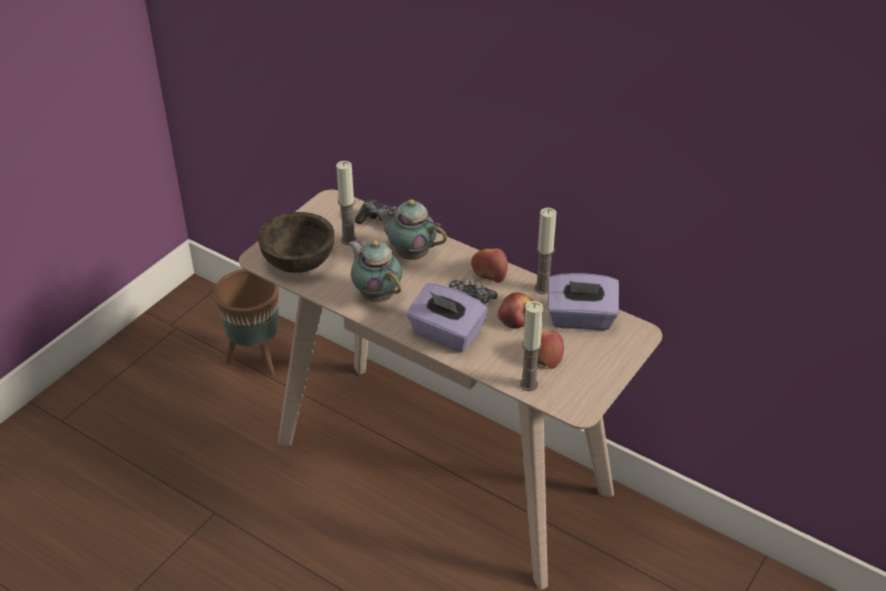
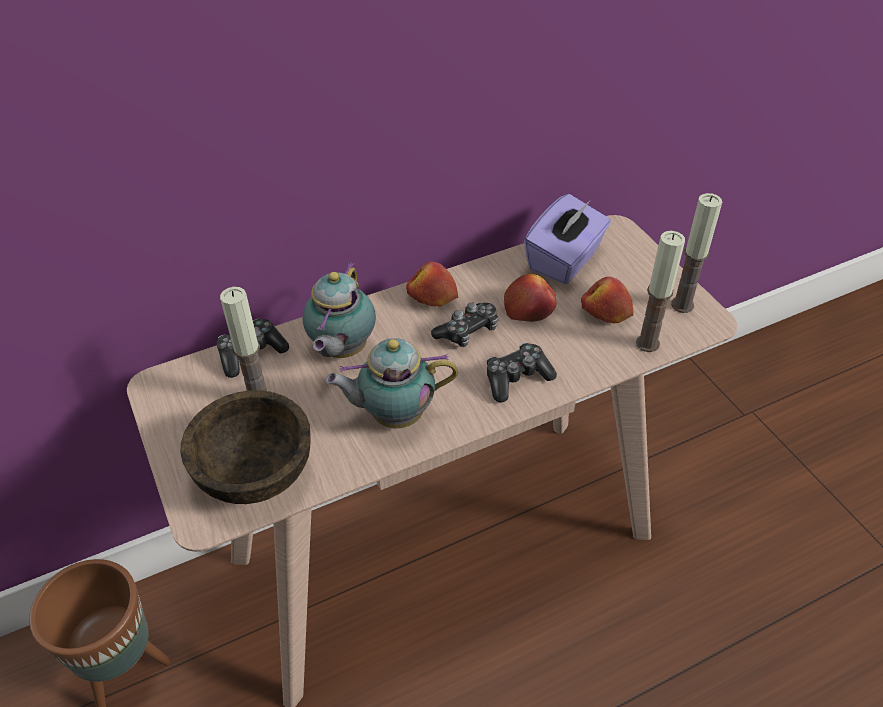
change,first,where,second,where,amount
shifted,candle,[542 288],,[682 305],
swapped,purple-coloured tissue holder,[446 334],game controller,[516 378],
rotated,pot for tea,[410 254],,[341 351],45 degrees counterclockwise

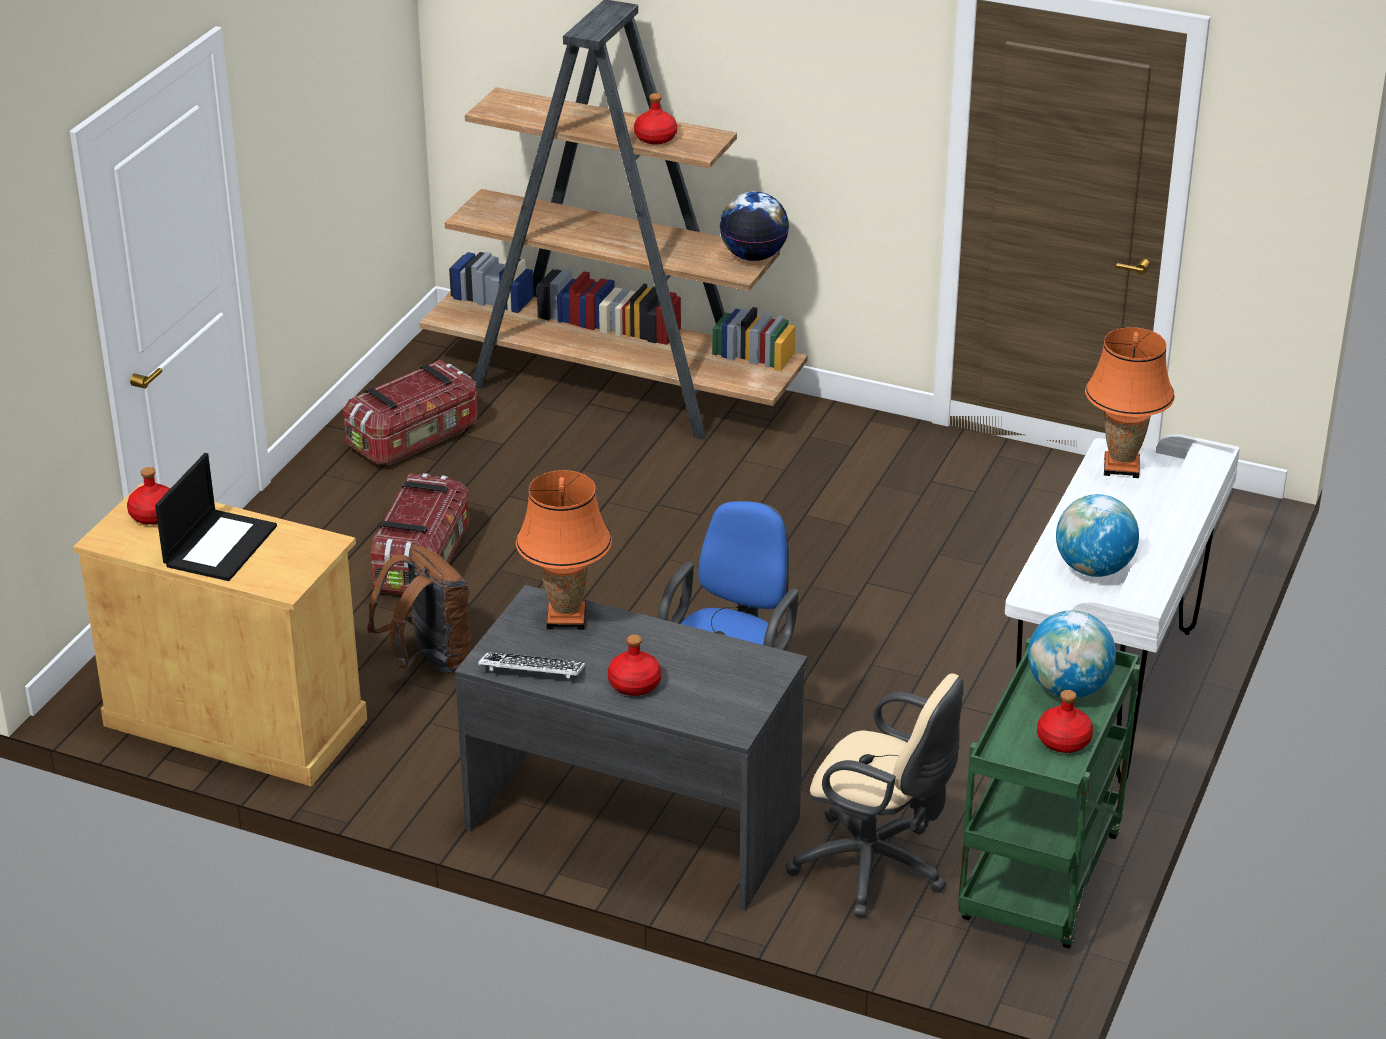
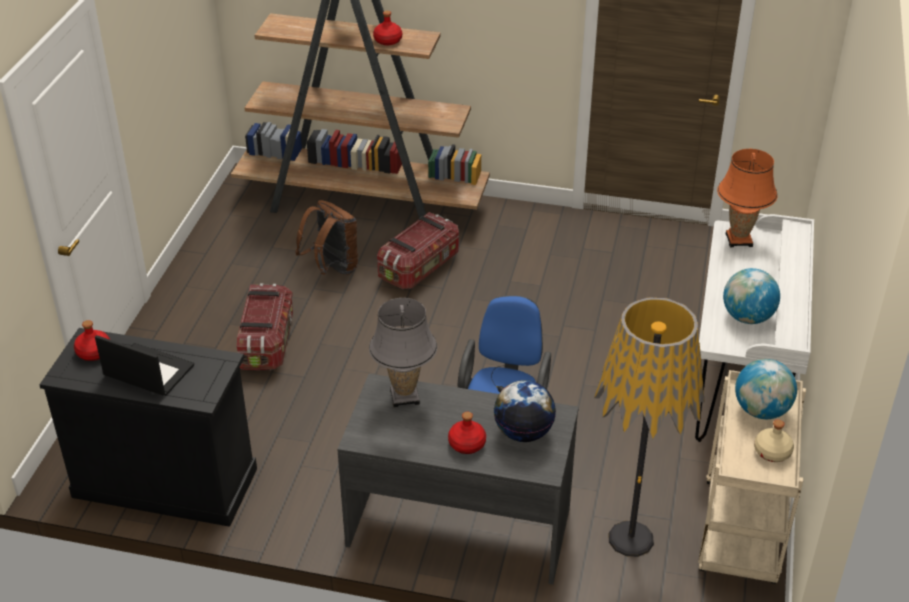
change,first,where,second,where,amount
gone,PC keyboard,[531 671],,,
shifted,storage container,[415 439],,[420 267],
shifted,brown backpack,[428 661],,[332 268],
shifted,globe,[754 256],,[523 432],
swapped,beige-coloured desk chair,[876 868],standard lamp,[631 539],
repainted,beige-coloured storage cabinet,[236 722],black-coloured storage cabinet,[165 482],
repainted,orangey lamp for a table,[566 618],gray lamp for a table,[404 397],
repainted,green cart,[1041 882],beige-coloured cart,[741 534],
repainted,red beverage bottle,[1063 741],beige-coloured beverage bottle,[772 452],
rotated,laptop,[220 545],,[147 371],75 degrees counterclockwise

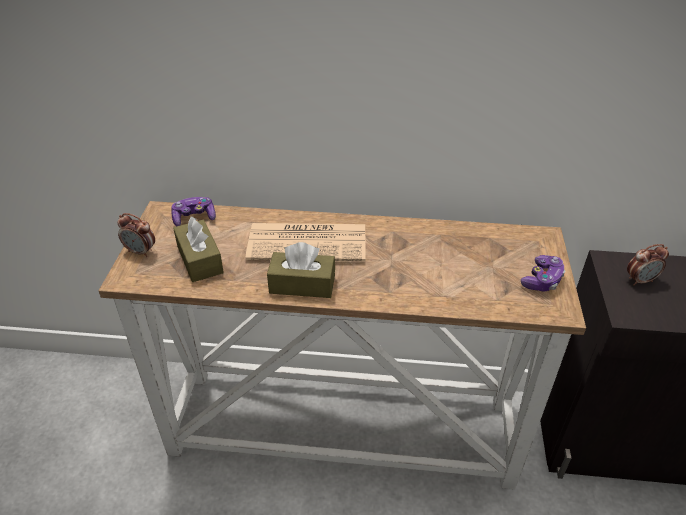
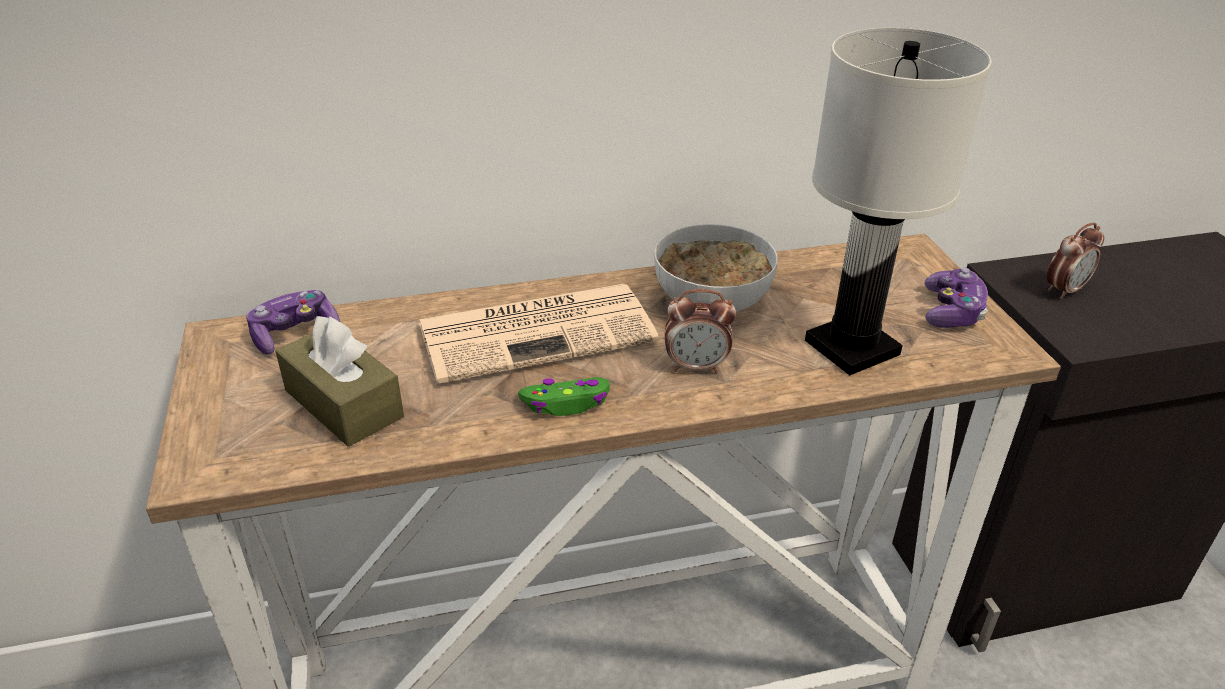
change,first,where,second,where,amount
new,,,deep dish,[713 301],
new,,,whitish lamp for a table,[853 348],
shifted,table clock,[141 251],,[696 367],
swapped,brown tissue holder,[302 284],green game controller,[566 403],

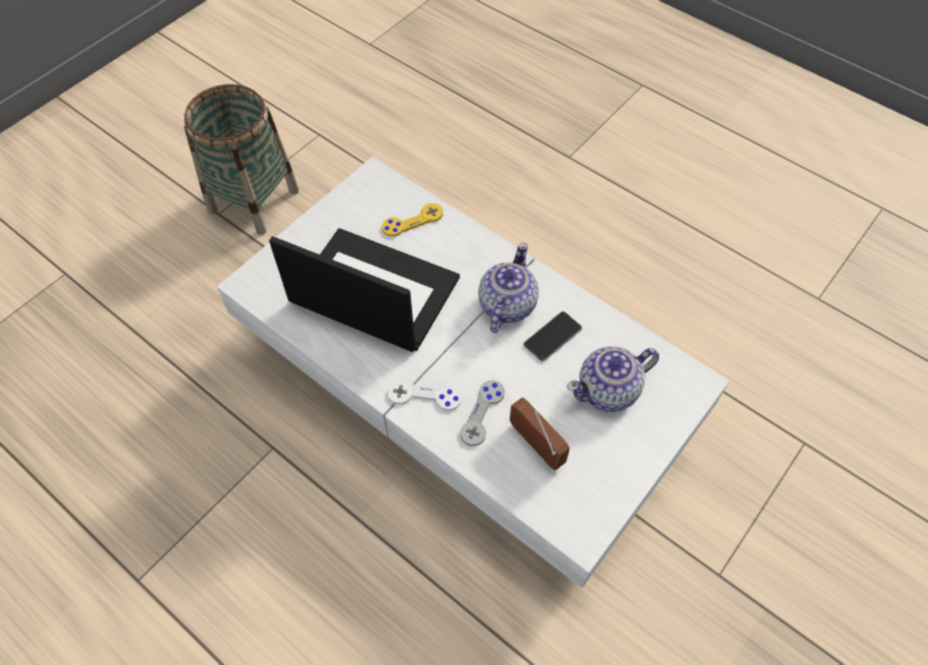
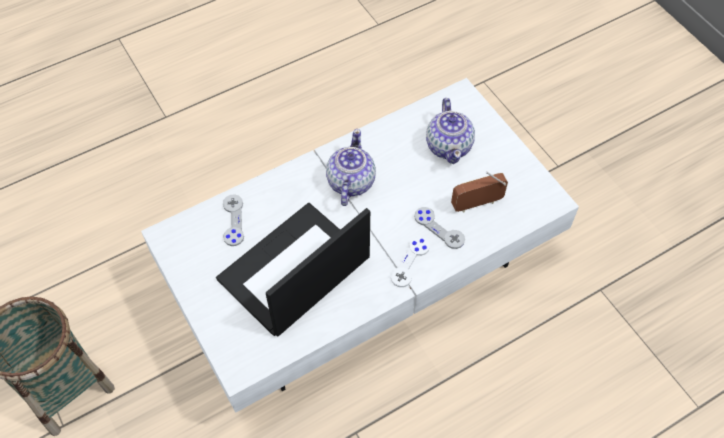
change,first,where,second,where,amount
gone,handset,[552 337],,,
repainted,yellow-coloured game controller,[412 221],gray game controller,[233 221],
rotated,pot for tea,[506 305],,[350 182],60 degrees clockwise

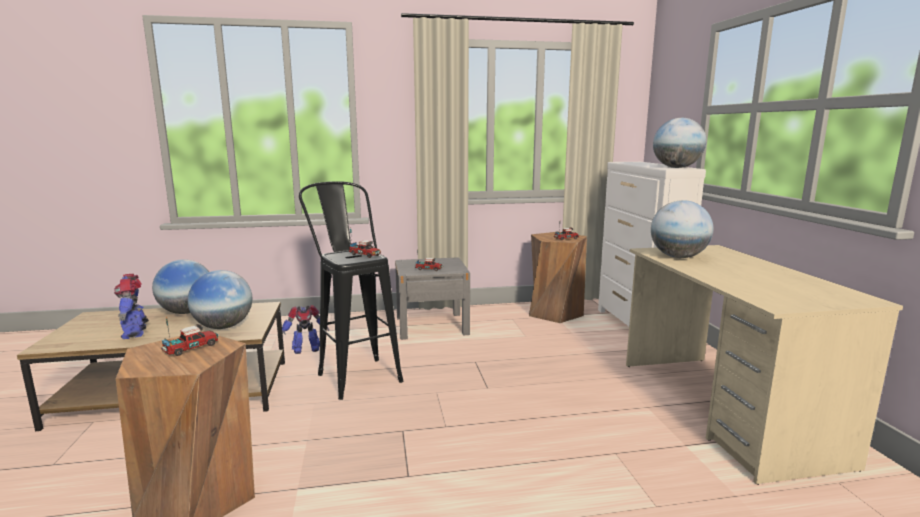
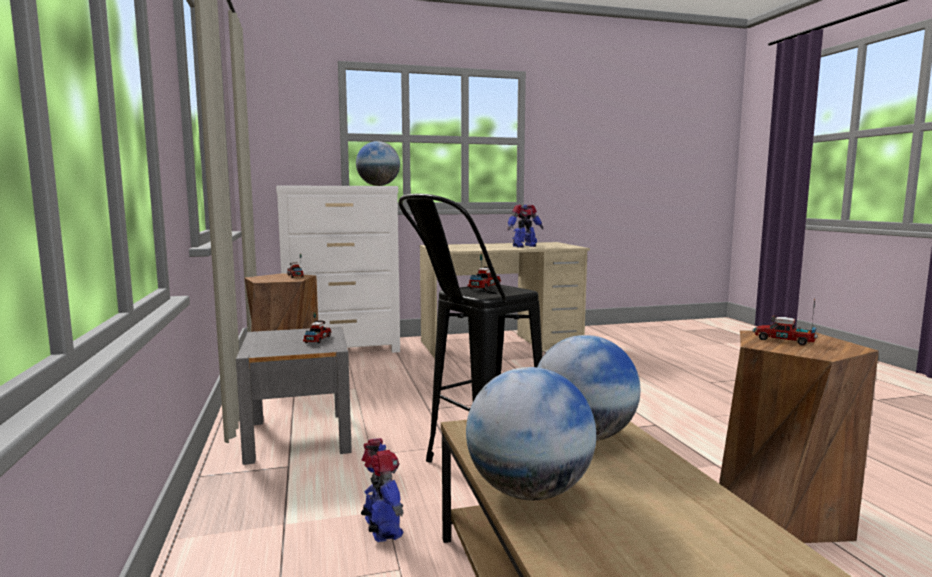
change,first,where,second,where,amount
gone,globe,[678 257],,,
shifted,model robot,[135 332],,[523 246],

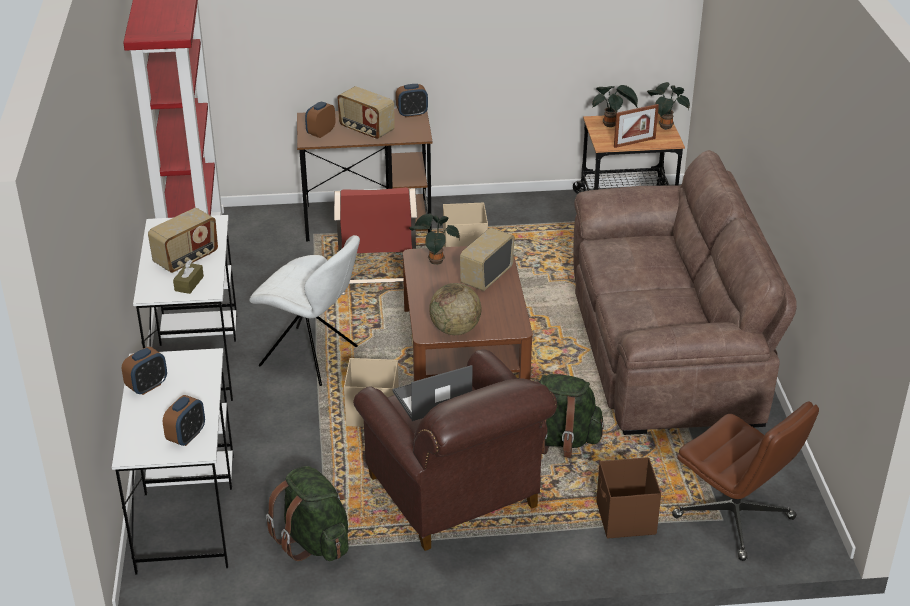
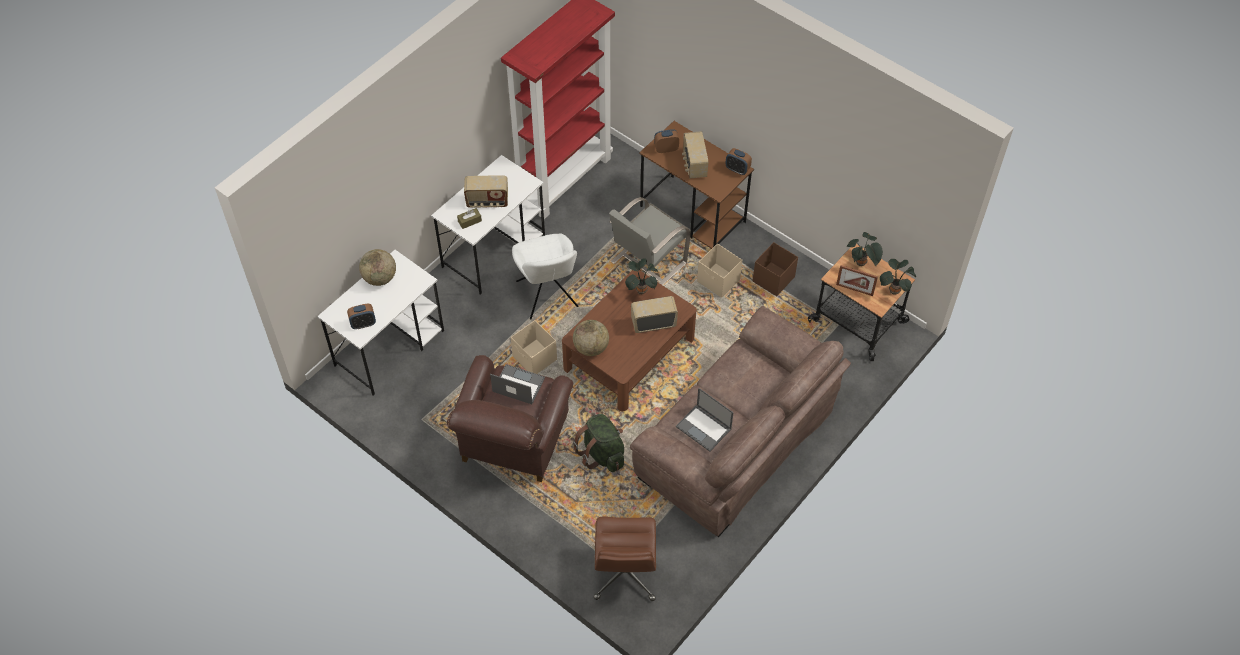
change,first,where,second,where,amount
gone,green backpack,[314 541],,,
new,,,laptop,[704 428],
shifted,brown storage container,[625 519],,[773 279],
swapped,table clock,[147 386],globe,[380 278],
repainted,red upright chair,[377 276],gray upright chair,[647 263],

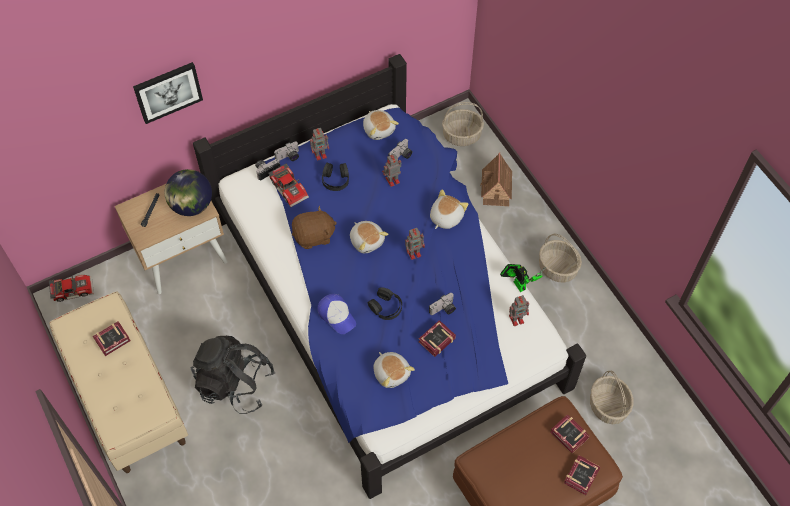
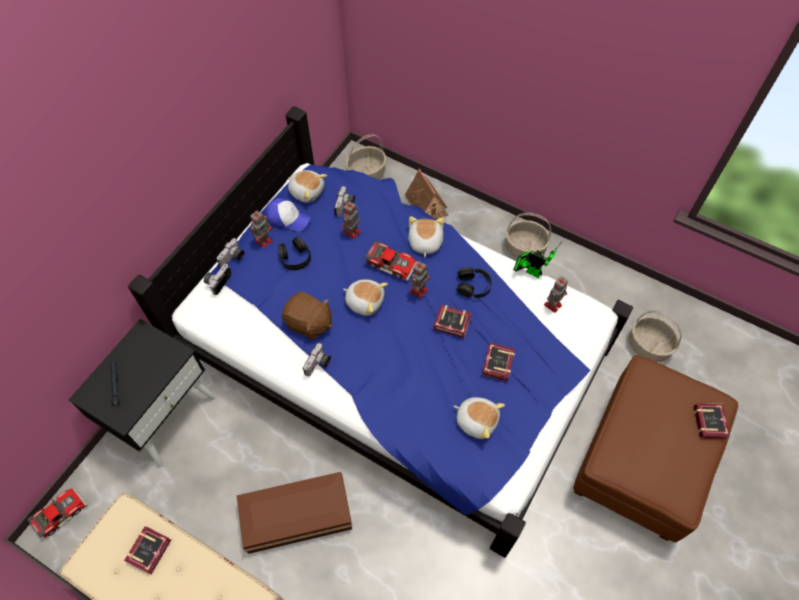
change,first,where,second,where,amount
gone,wall art,[168 91],,,
gone,globe,[191 205],,,
shifted,miniature car,[290 188],,[392 263],
shifted,cap,[337 315],,[287 218],
shifted,black-coloured headphones,[386 307],,[473 285],
shifted,still camera,[443 310],,[318 364],
shifted,volume,[569 436],,[453 324],
swapped,black-coloured backpack,[235 384],brown storage container,[298 517],
repainted,beige-coloured bedside table,[182 256],black-coloured bedside table,[164 415],
rotated,brown soft toy,[314 236],,[309 323],75 degrees clockwise

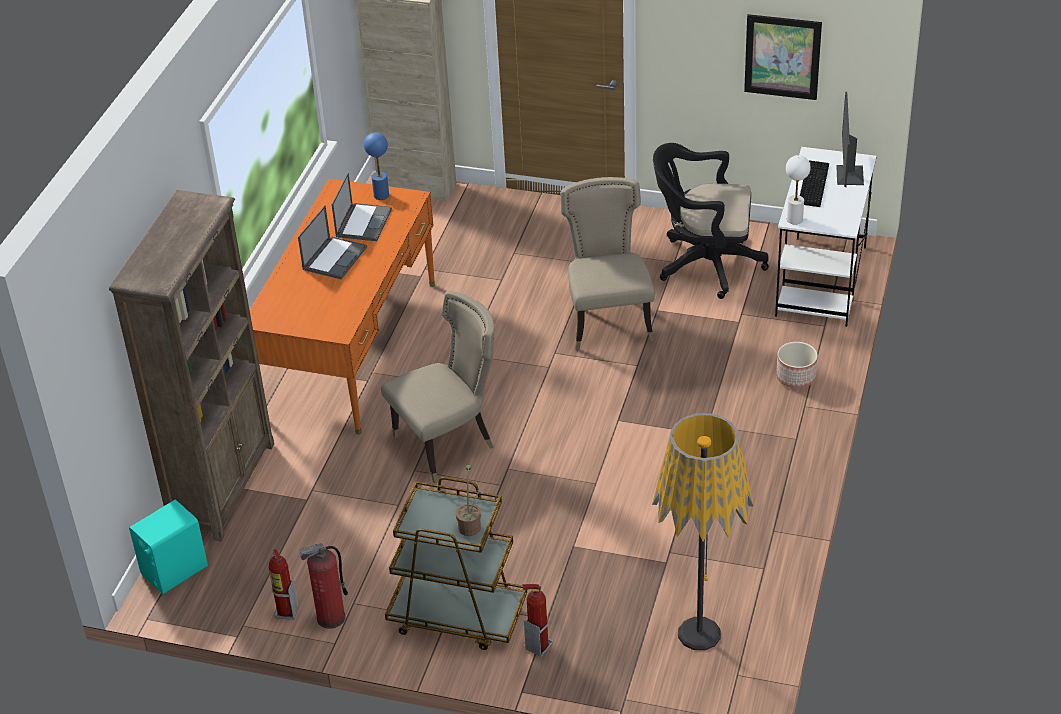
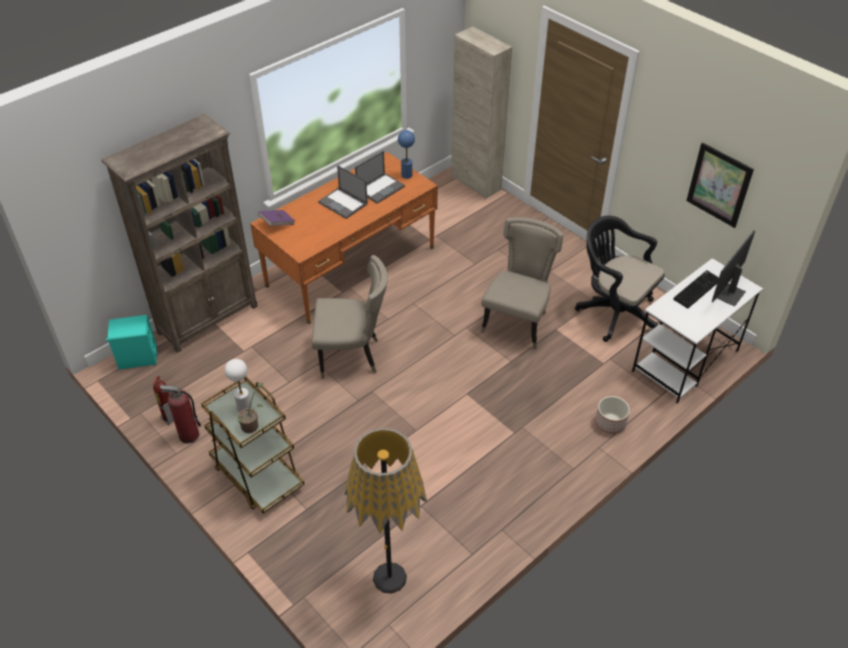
change,first,where,second,where,amount
gone,fire extinguisher,[538 646],,,
new,,,purple-coloured volume,[277 224],
shifted,whitish lamp for a table,[794 219],,[244 407],
rotated,laptop,[335 257],,[343 203],75 degrees clockwise

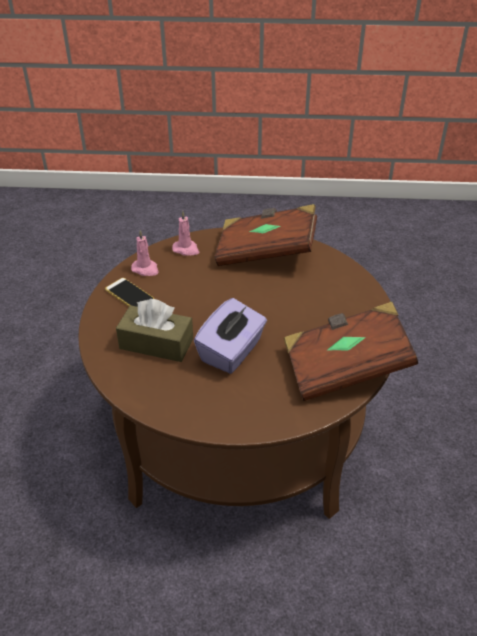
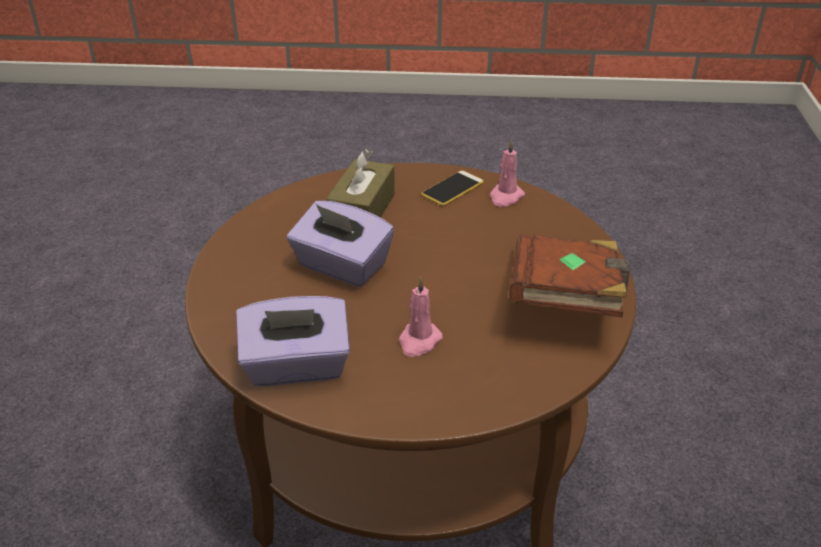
change,first,where,second,where,amount
shifted,pinkish candle,[186 249],,[419 341],
swapped,brown volume,[345 367],purple-coloured tissue holder,[296 367],

